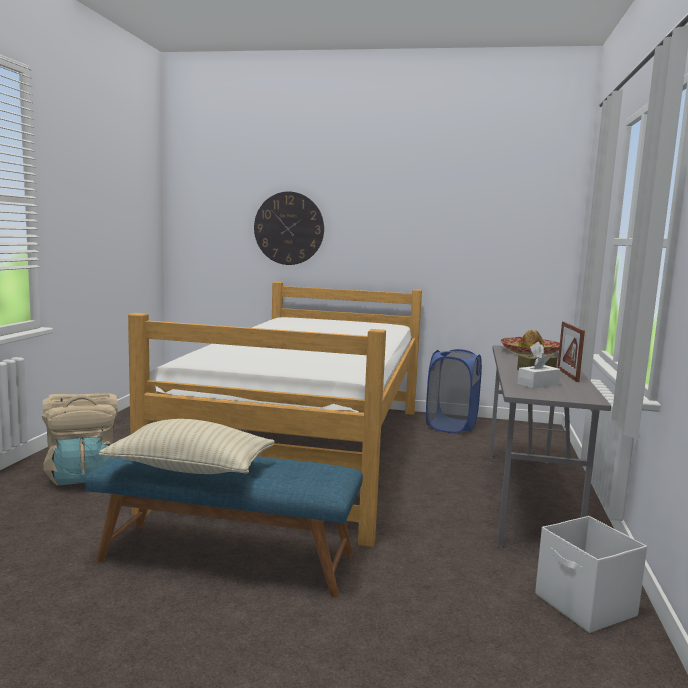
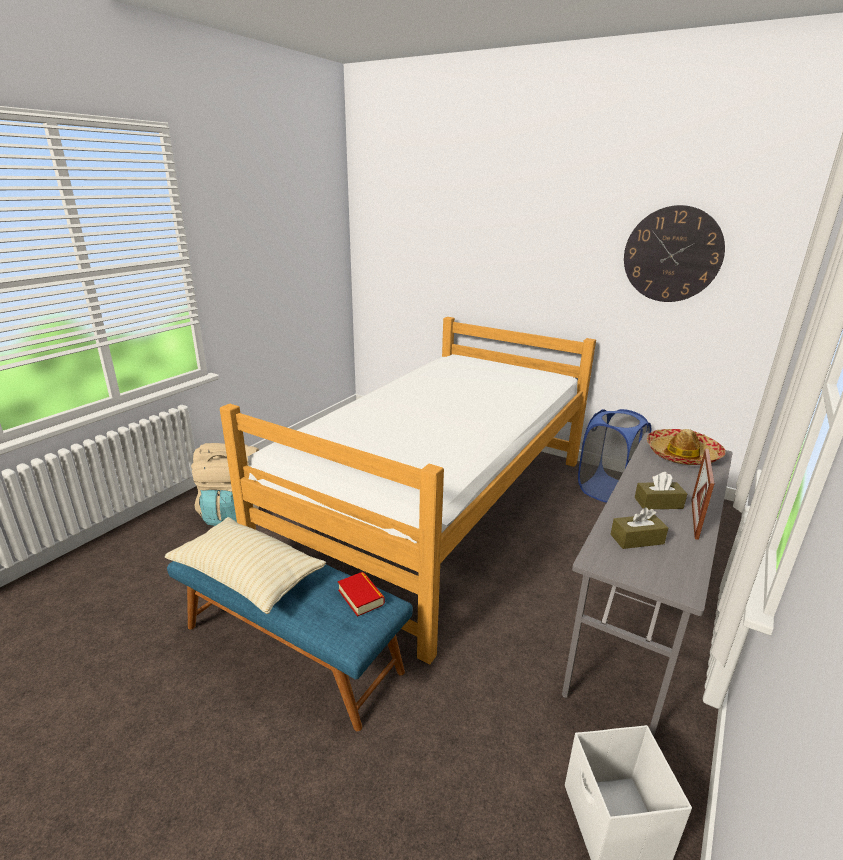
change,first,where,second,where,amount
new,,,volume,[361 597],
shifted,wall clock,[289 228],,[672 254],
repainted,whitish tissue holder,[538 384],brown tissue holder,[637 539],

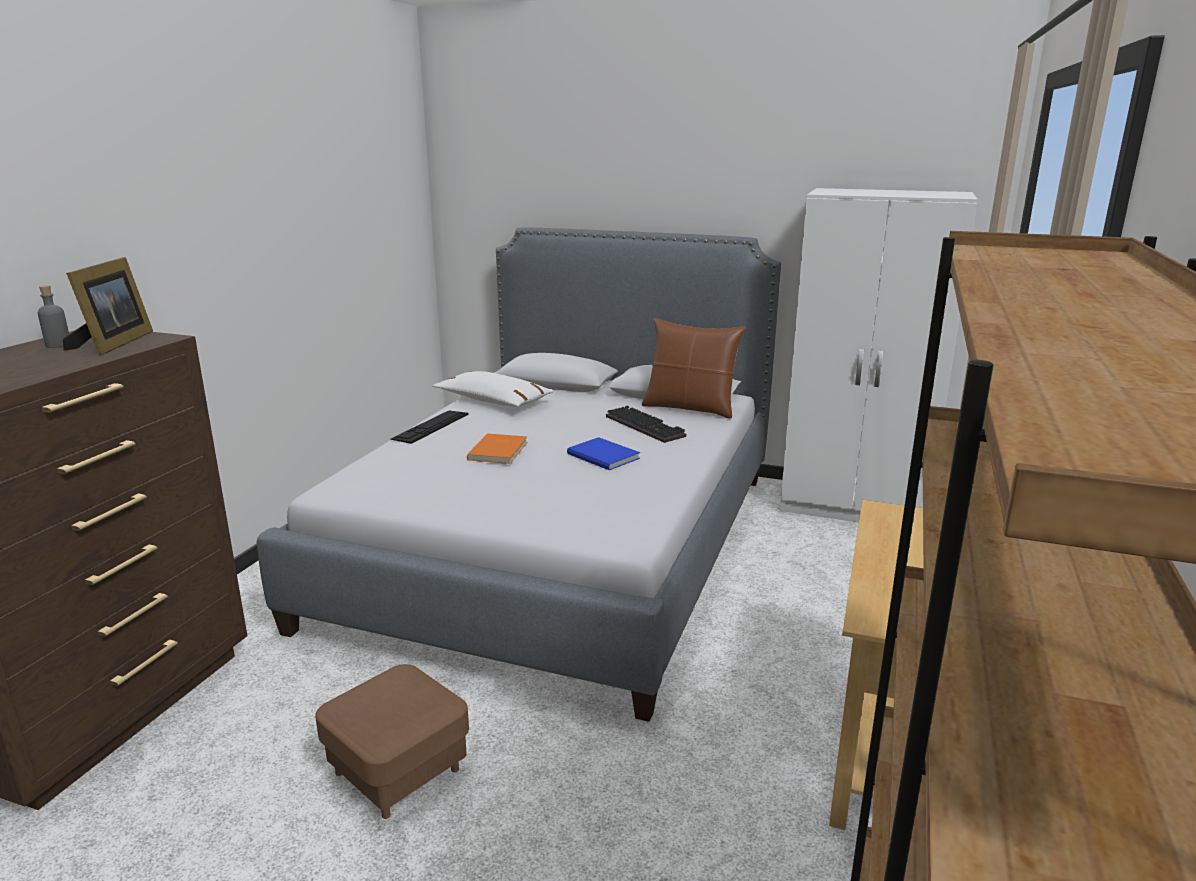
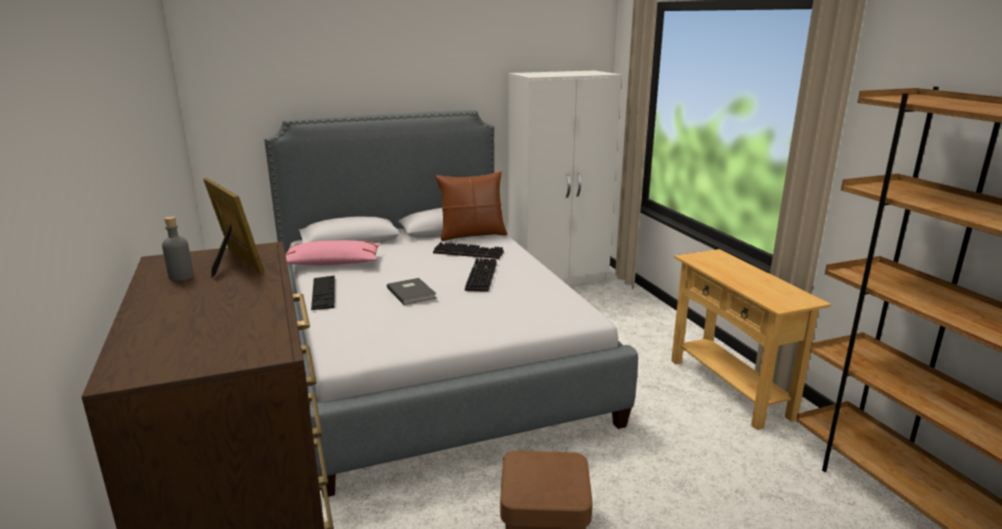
change,first,where,second,where,amount
swapped,blue volume,[604 455],PC keyboard,[480 276],
repainted,whitish cushion,[493 401],pinkish cushion,[332 263],
repainted,orangey volume,[500 450],gray volume,[412 292],

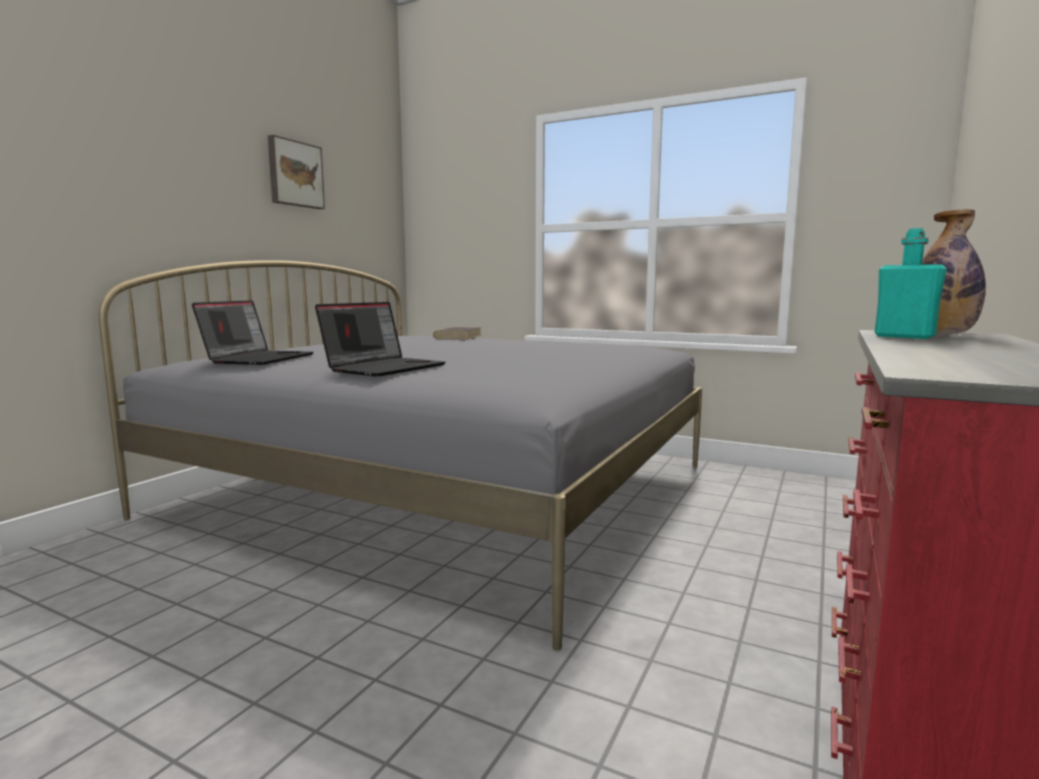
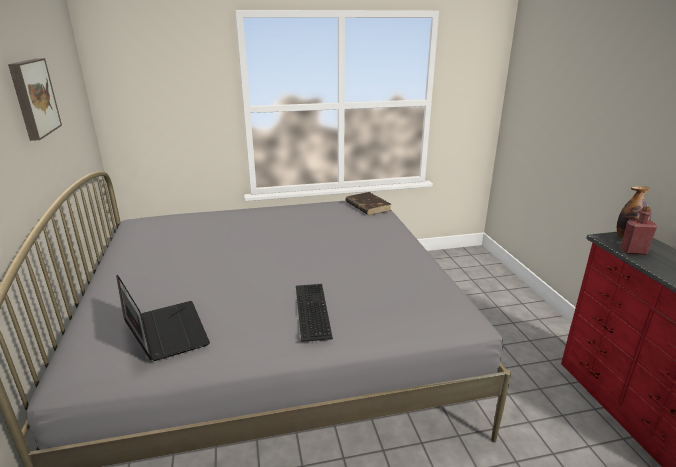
change,first,where,second,where,amount
shifted,brown volume,[458 337],,[367 206],
swapped,laptop,[384 368],PC keyboard,[310 310],
repainted,turquoise-coloured beverage bottle,[904 337],red beverage bottle,[633 251],

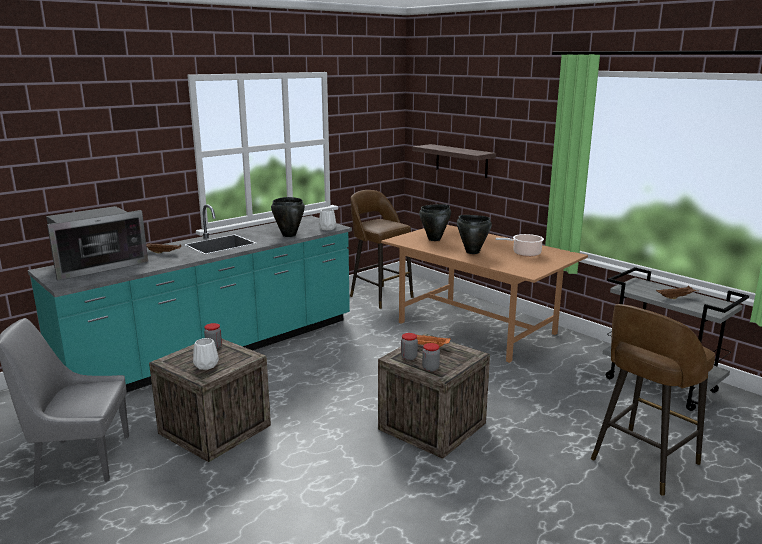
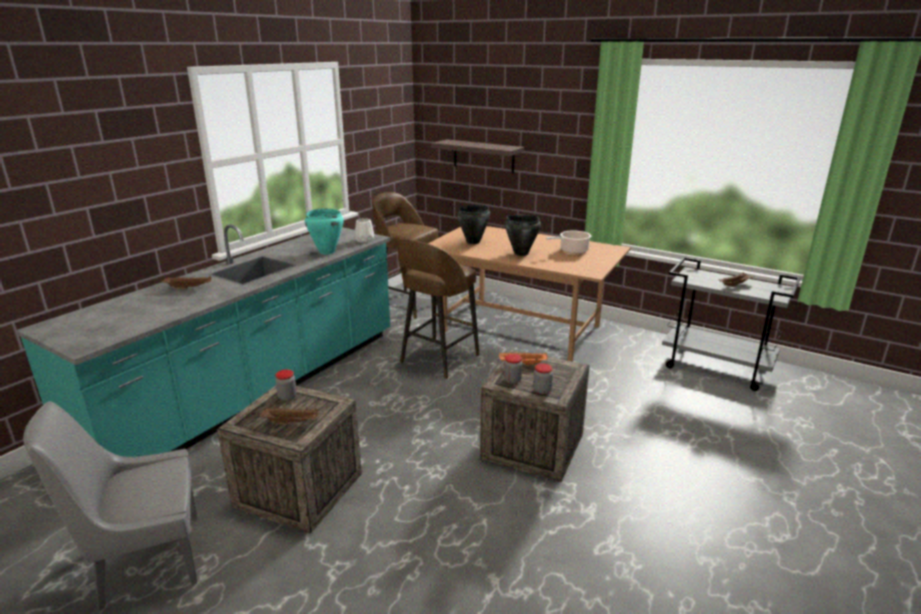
change,first,where,second,where,amount
gone,kitchen microwave,[97 265],,,
shifted,brown sitting stool,[642 463],,[438 360],
swapped,whitish flower vase,[206 365],brown serving tray,[291 422],
repainted,black-coloured cooking pot,[288 235],turquoise-coloured cooking pot,[326 252],

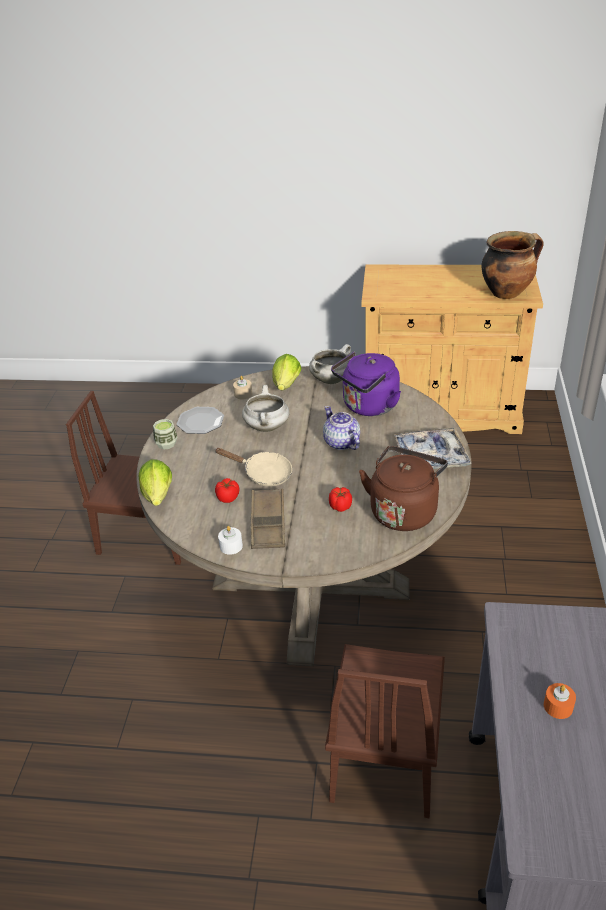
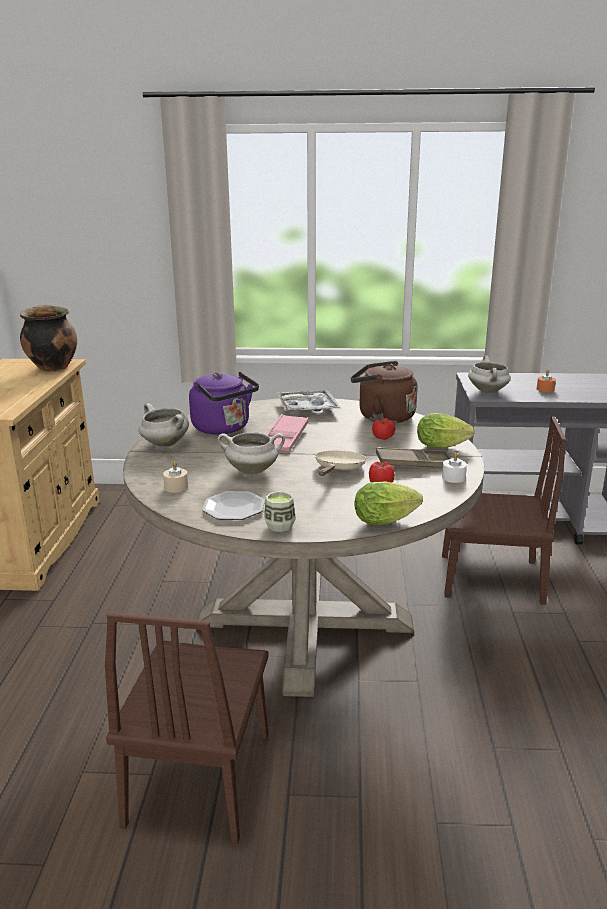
change,first,where,second,where,amount
new,,,whitish cooking pot,[488 391],
shifted,head of lettuce,[286 386],,[444 446],
swapped,pot for tea,[341 443],pinkish serving tray,[285 438],

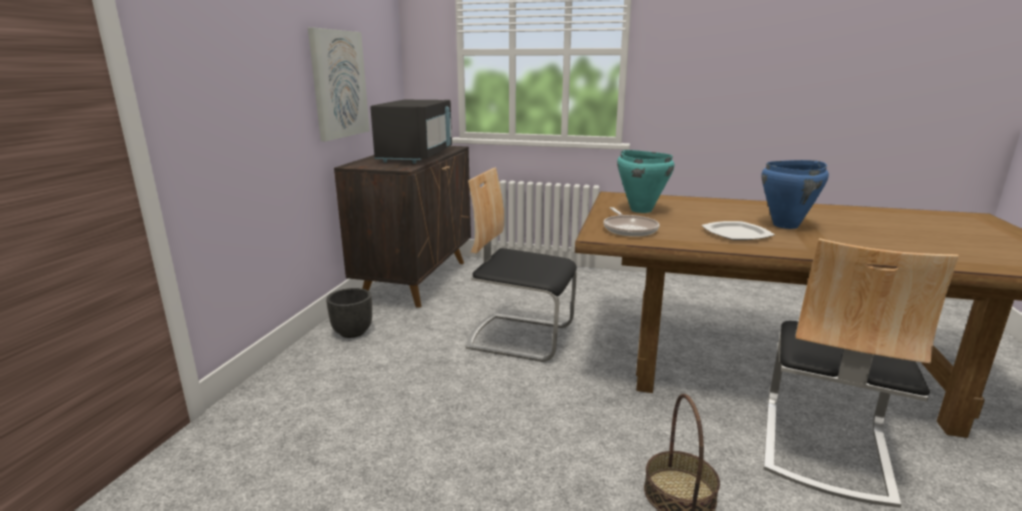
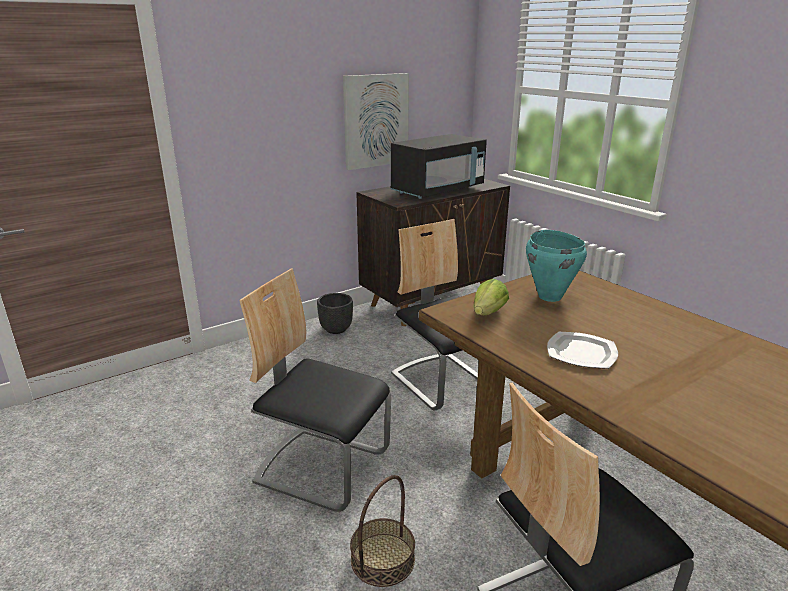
change,first,where,second,where,amount
gone,blue cooking pot,[786 225],,,
new,,,upright chair,[322 466],
swapped,skillet,[629 229],head of lettuce,[488 313],

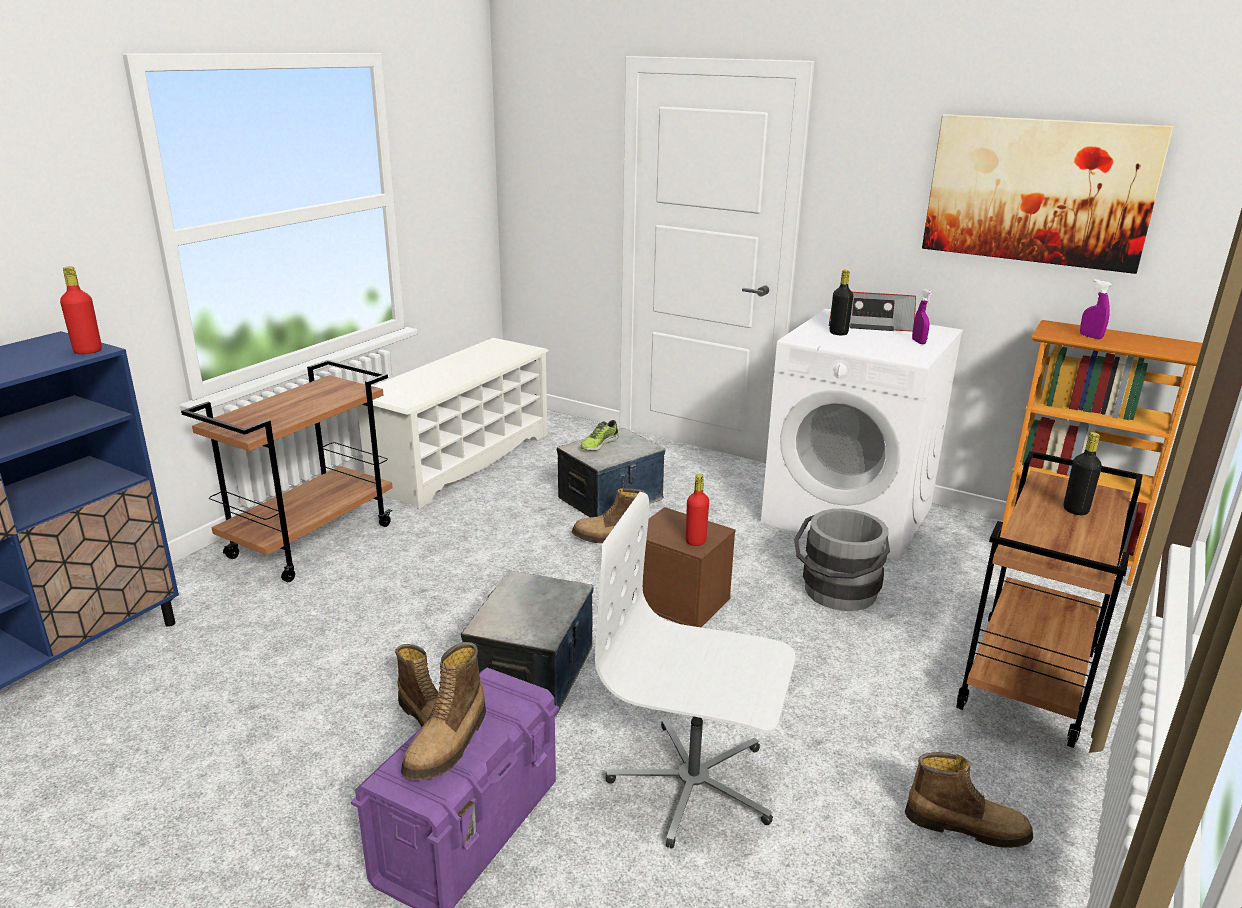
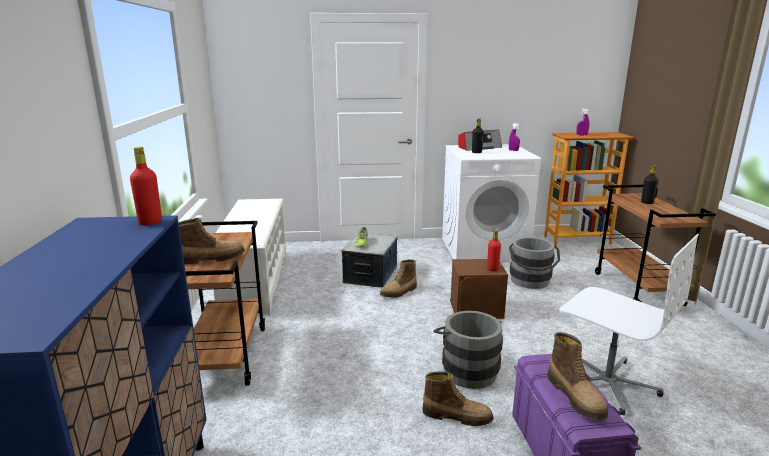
change,first,where,second,where,amount
gone,wall art,[1038 191],,,
shifted,boot,[966 826],,[211 258],
swapped,storage container,[533 673],gray pail,[467 369],
rotated,whitish desk chair,[693 784],,[607 382],120 degrees counterclockwise

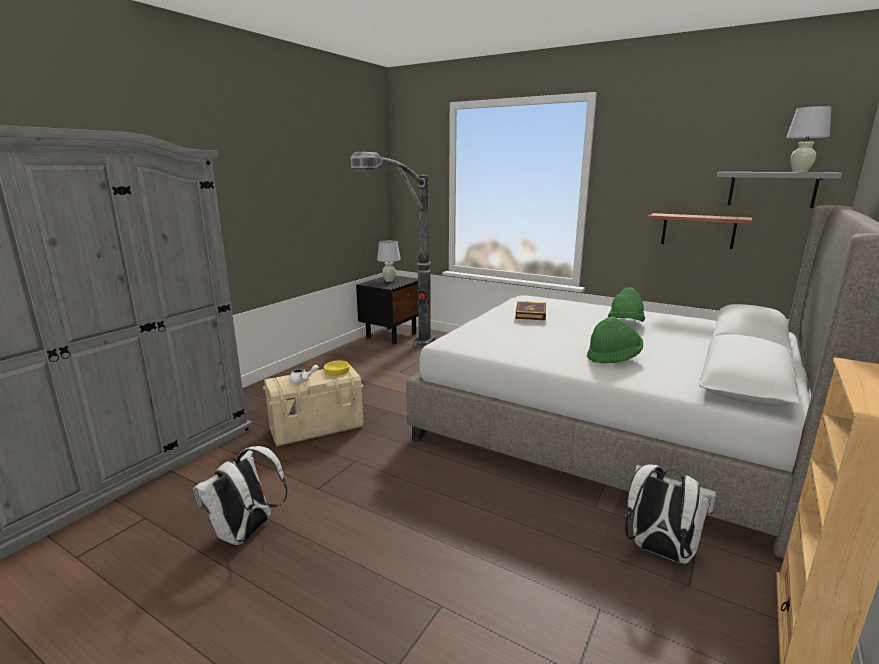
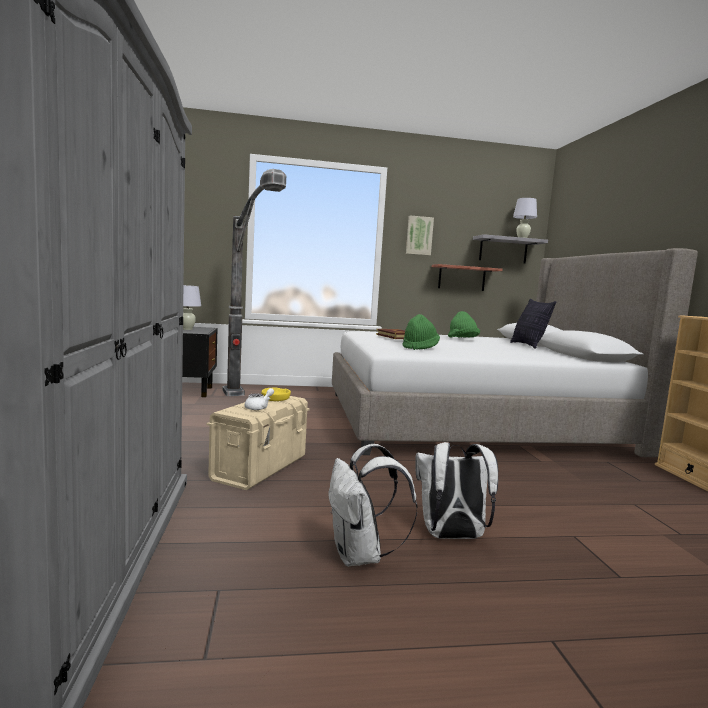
change,first,where,second,where,amount
new,,,wall art,[419 235],
new,,,cushion,[529 346],
shifted,green clothing hat,[613 358],,[420 348],
shifted,whitish backpack,[659 551],,[451 536],

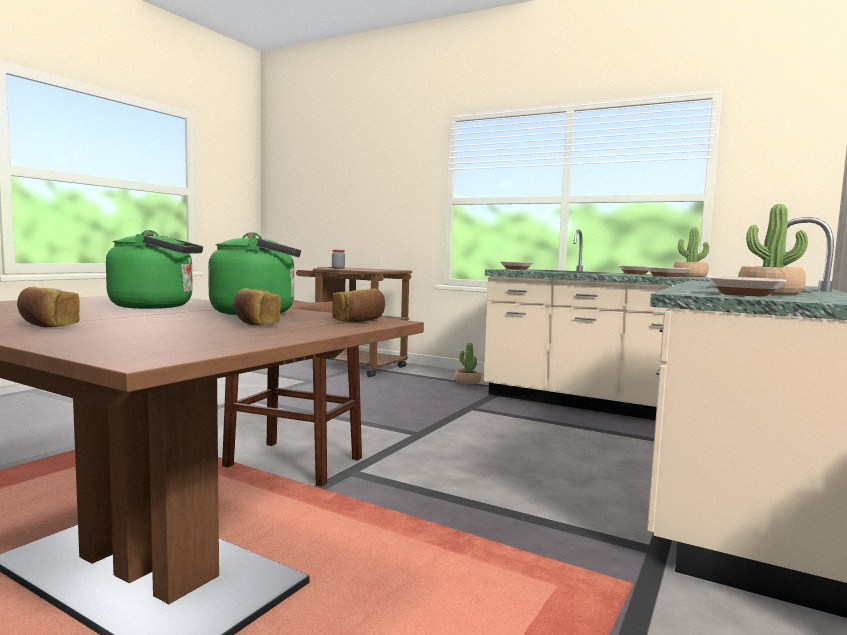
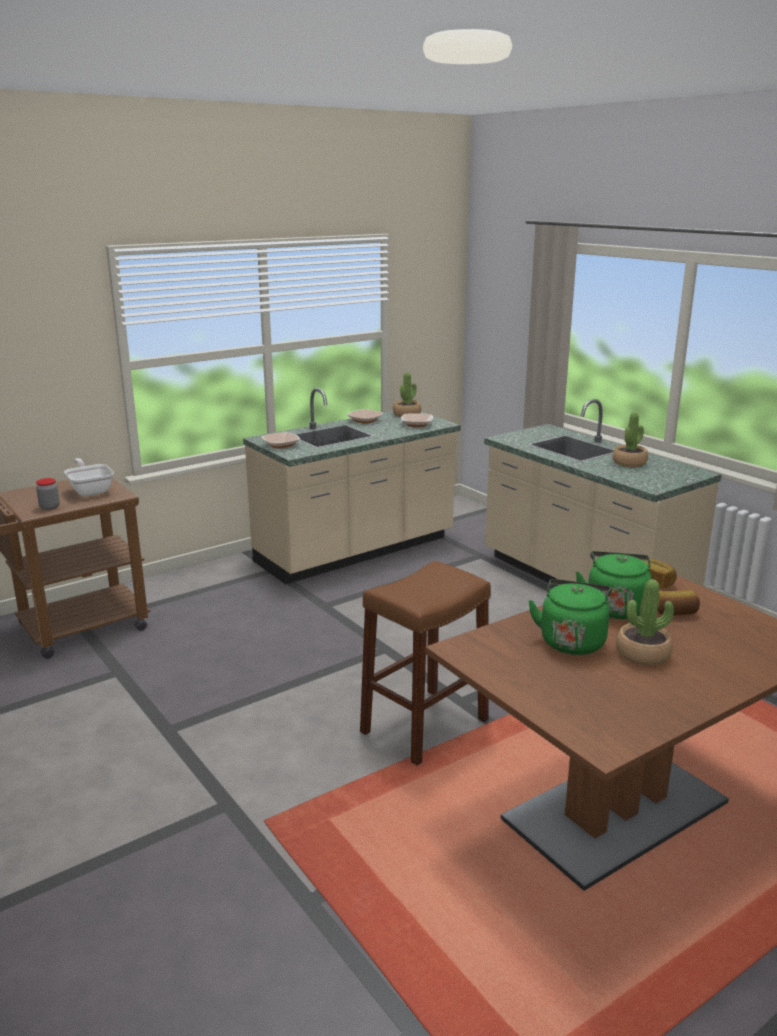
change,first,where,second,where,amount
gone,baked bread,[47 325],,,
gone,deep dish,[744 294],,,
new,,,skillet,[90 490],
shifted,houseplant,[467 382],,[642 654],

